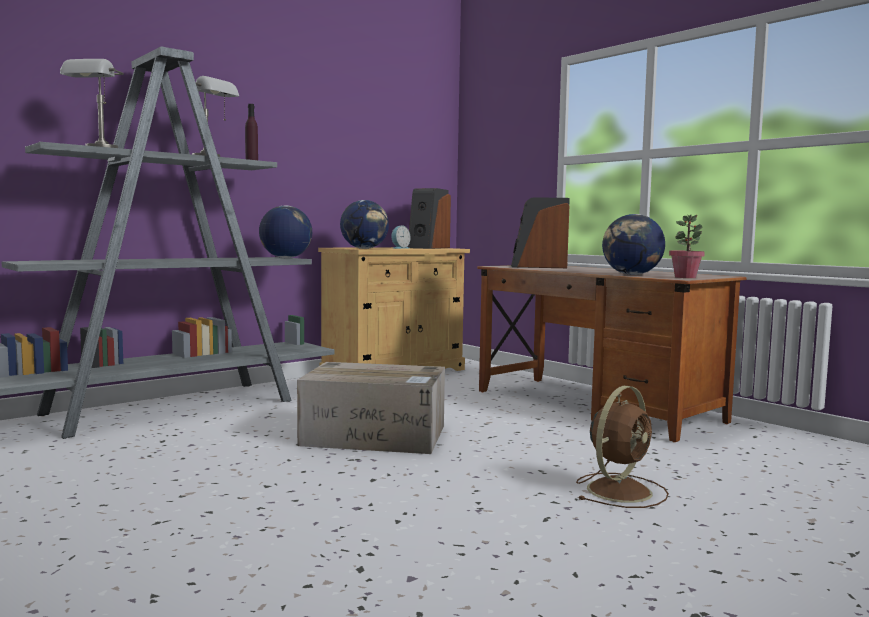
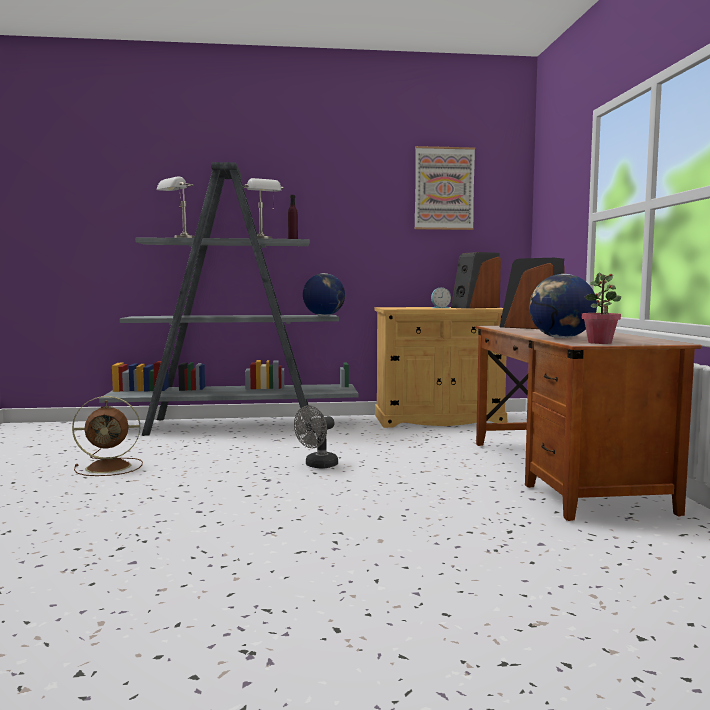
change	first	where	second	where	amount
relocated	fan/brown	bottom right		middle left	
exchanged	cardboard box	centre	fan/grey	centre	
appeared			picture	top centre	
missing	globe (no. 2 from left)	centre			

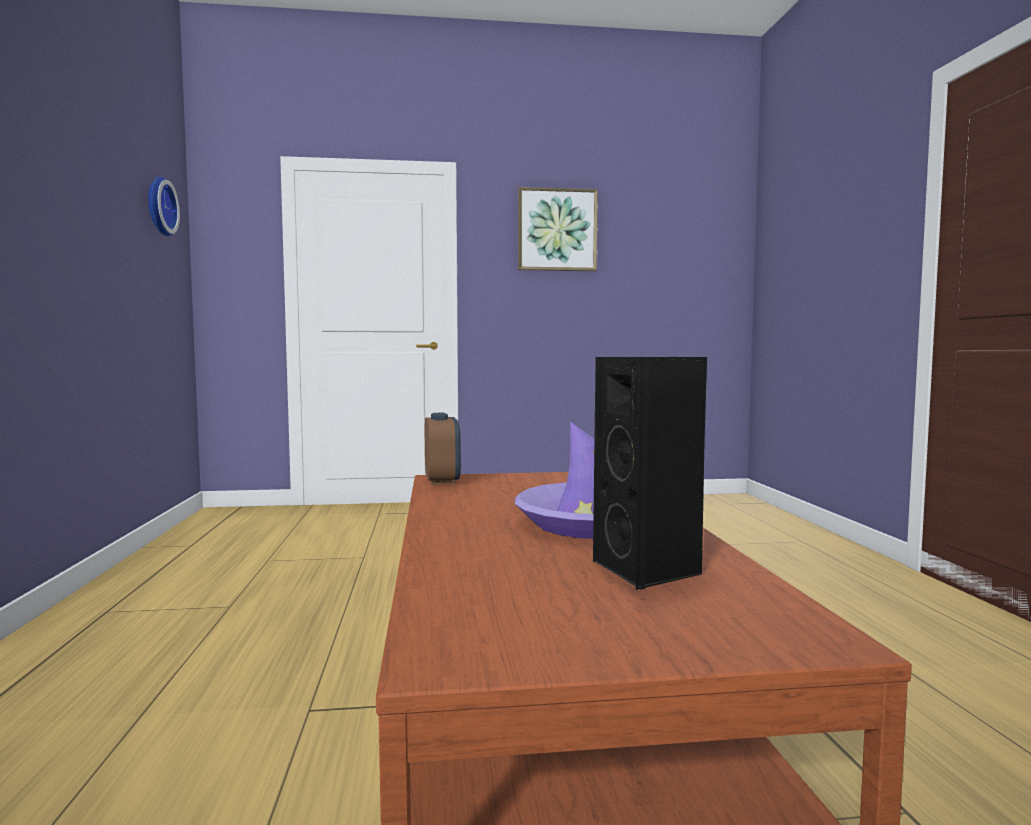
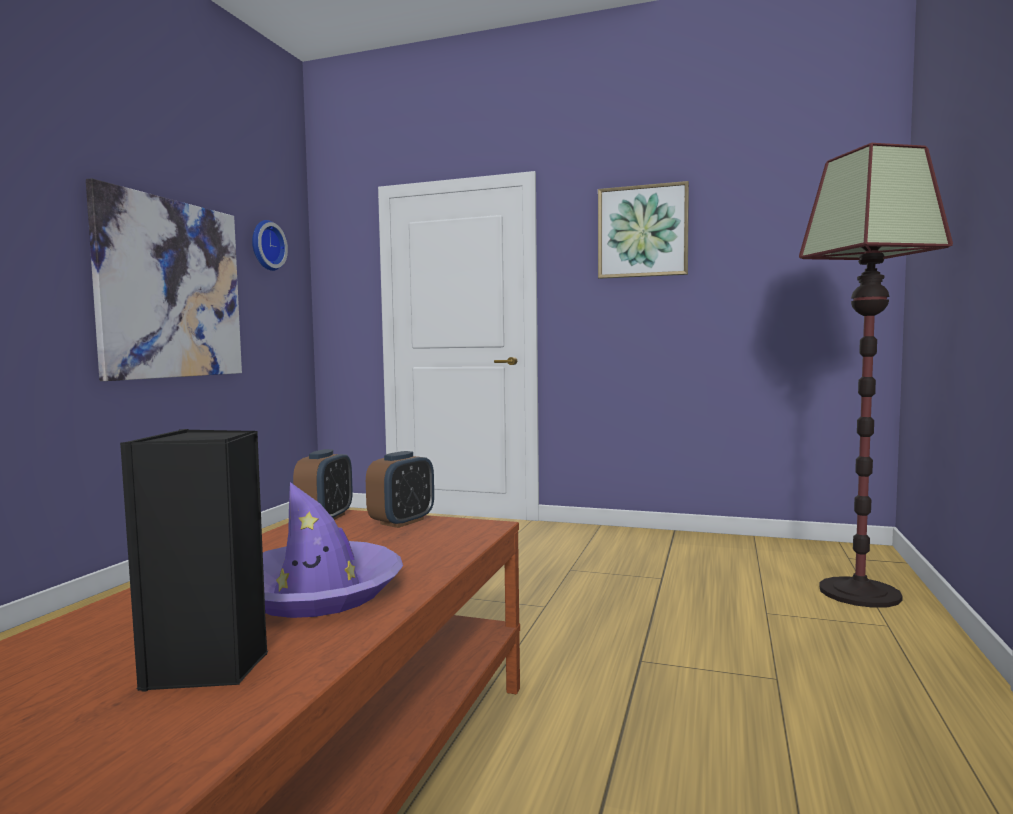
change	first	where	second	where	amount
appeared			picture (no. 1 from left)	middle left	
appeared			alarm clock (no. 2 from left)	centre	
appeared			floor lamp	middle right	

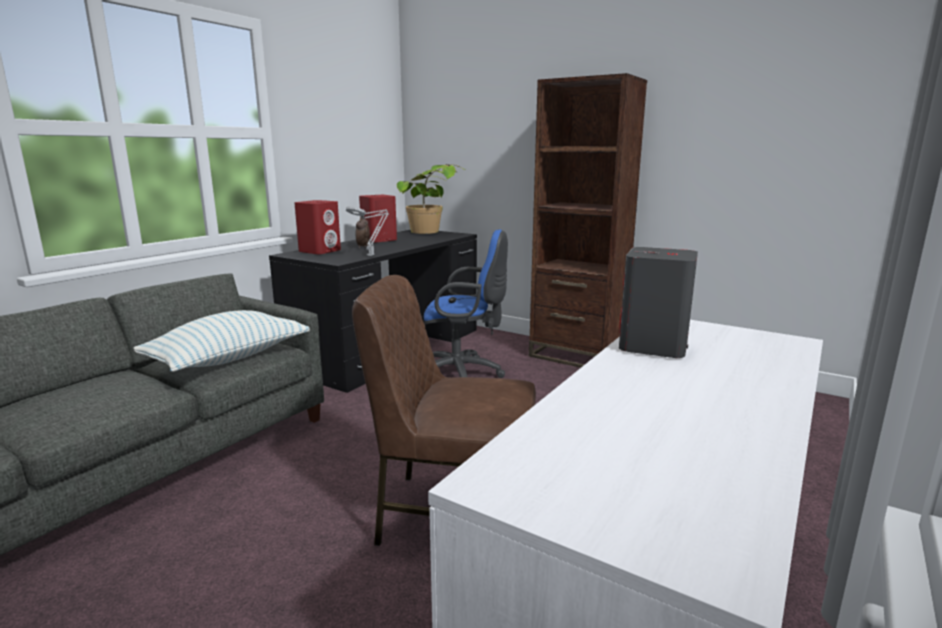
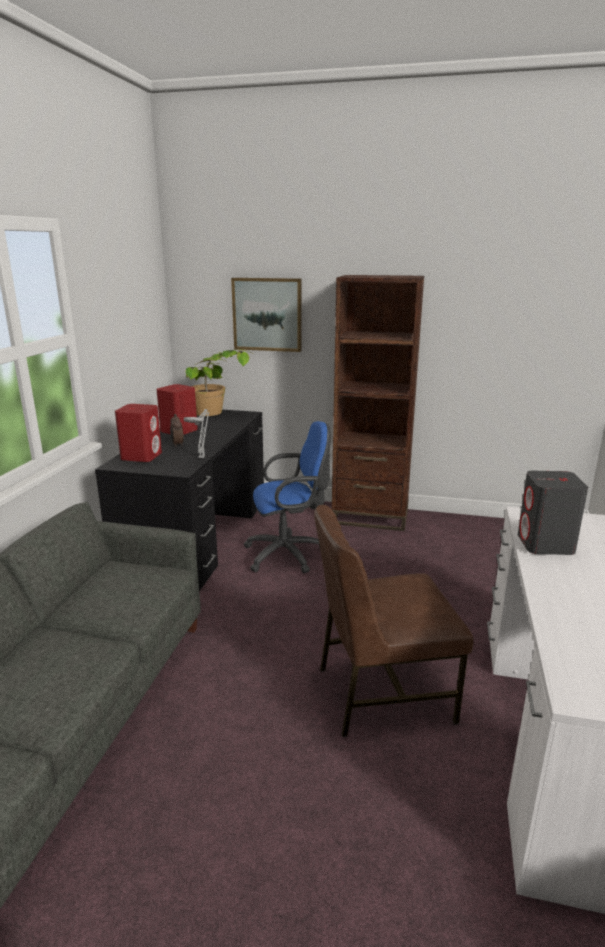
change	first	where	second	where	amount
appeared			picture	top centre	
missing	pillow	middle left			

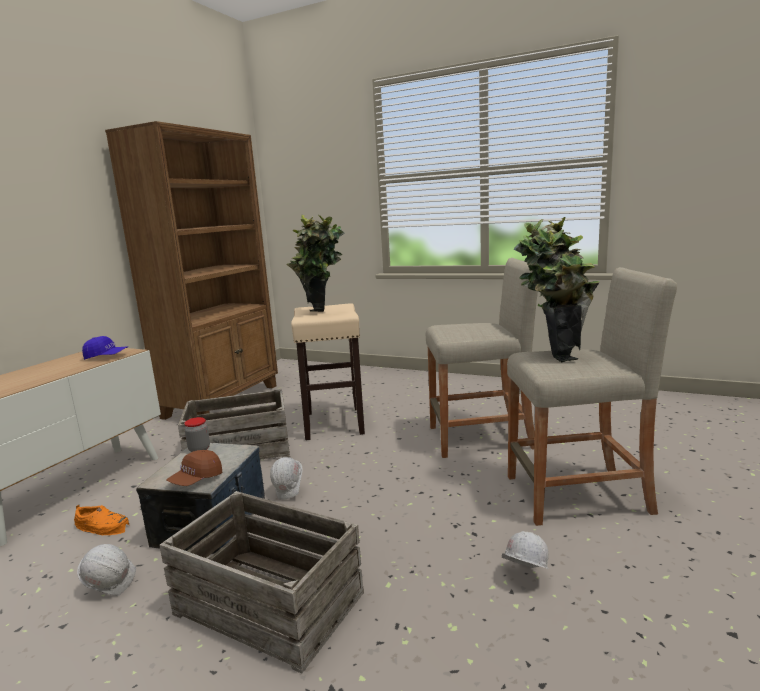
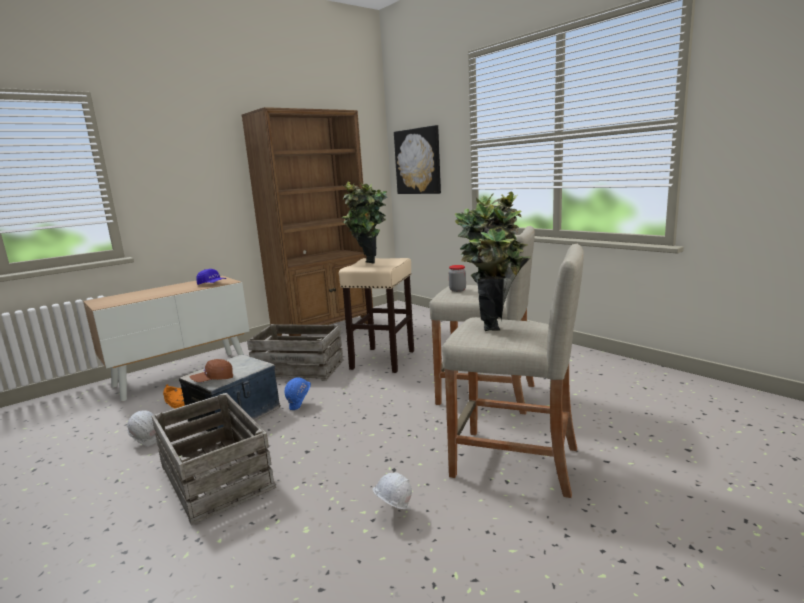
change	first	where	second	where	amount
colour	hard hat/white (no. 2 from left)	bottom centre	hard hat/blue	centre	
appeared			picture	top centre	
relocated	jar	middle left		centre	

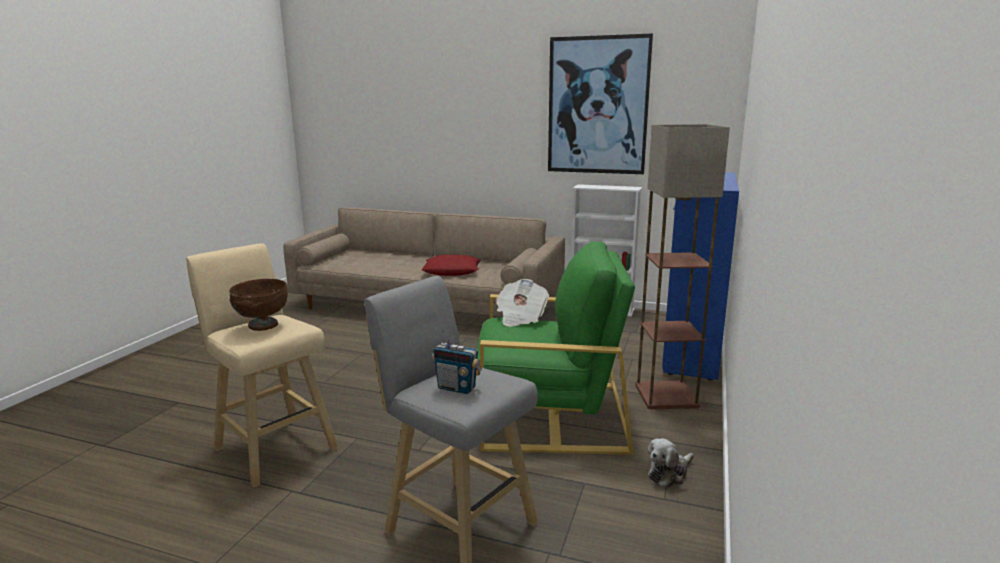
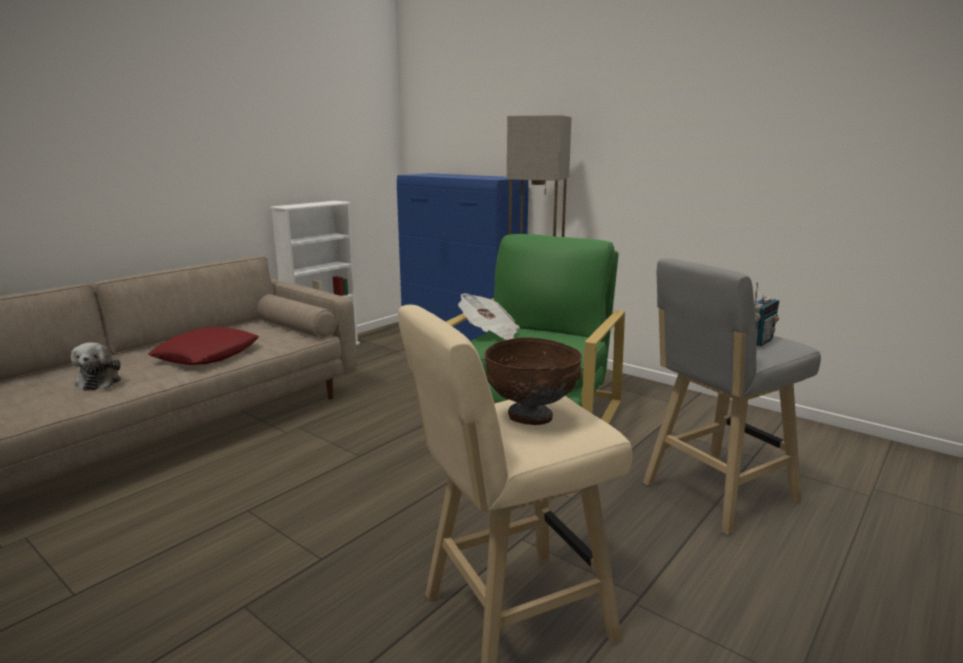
change	first	where	second	where	amount
relocated	plush toy	bottom right		middle left	
missing	picture	top centre			

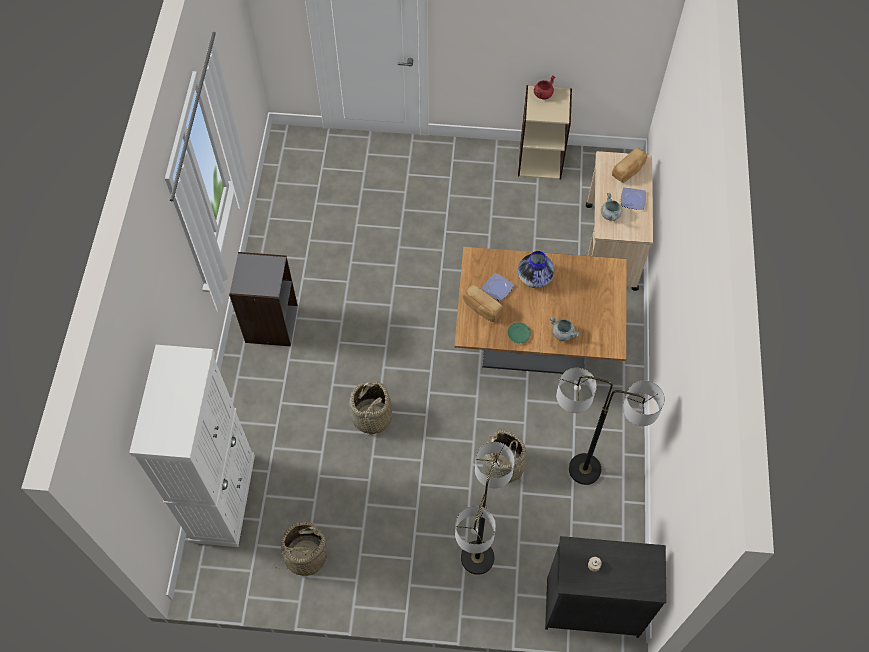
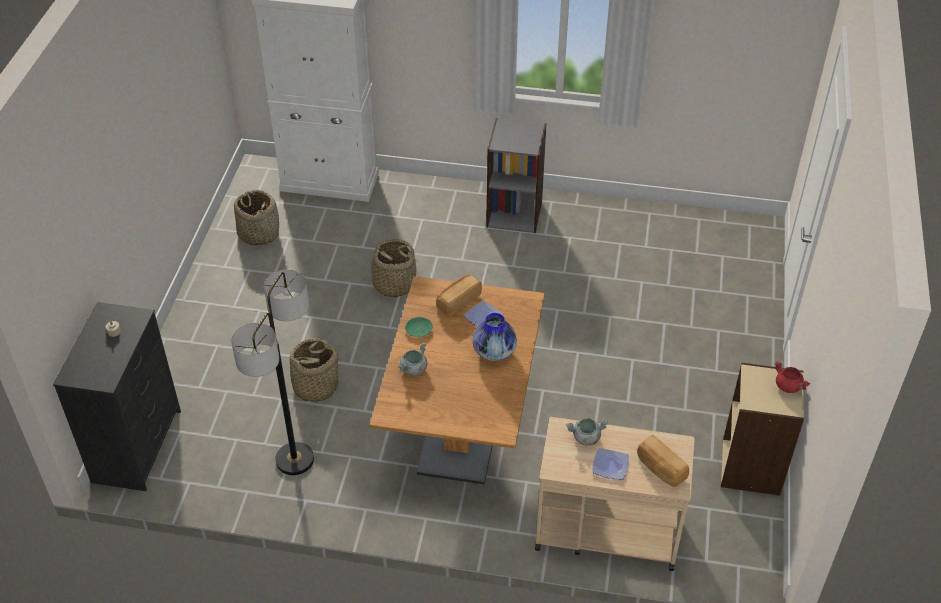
change	first	where	second	where	amount
missing	floor lamp (no. 1 from left)	bottom centre			

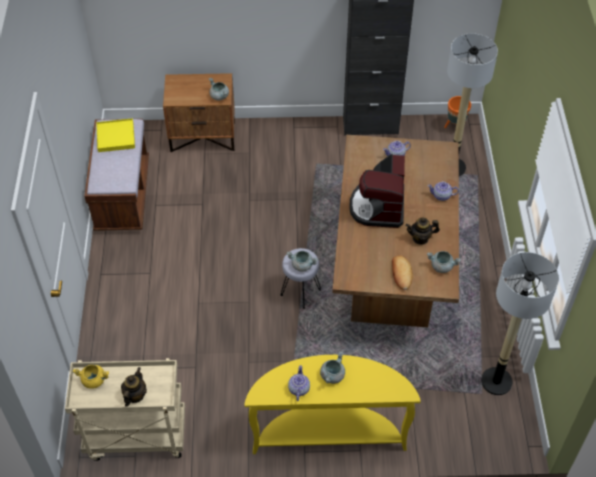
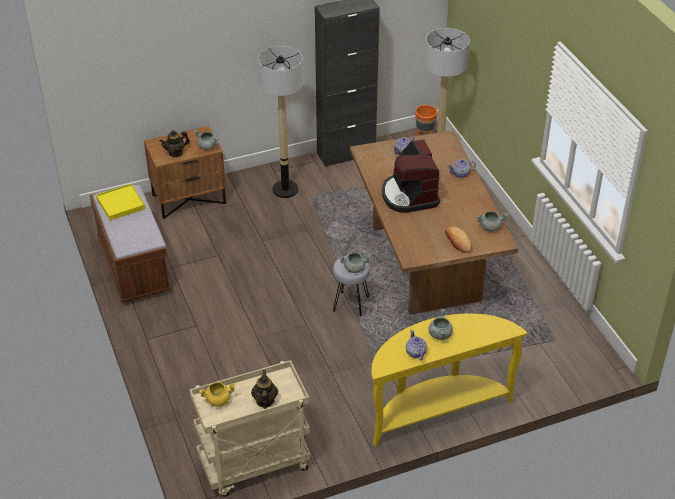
change	first	where	second	where	amount
relocated	teapot (no. 4 from left in the first image)	middle right	teapot (no. 1 from left)	top left	
relocated	floor lamp (no. 2 from left in the first image)	bottom right	floor lamp (no. 1 from left)	top centre	

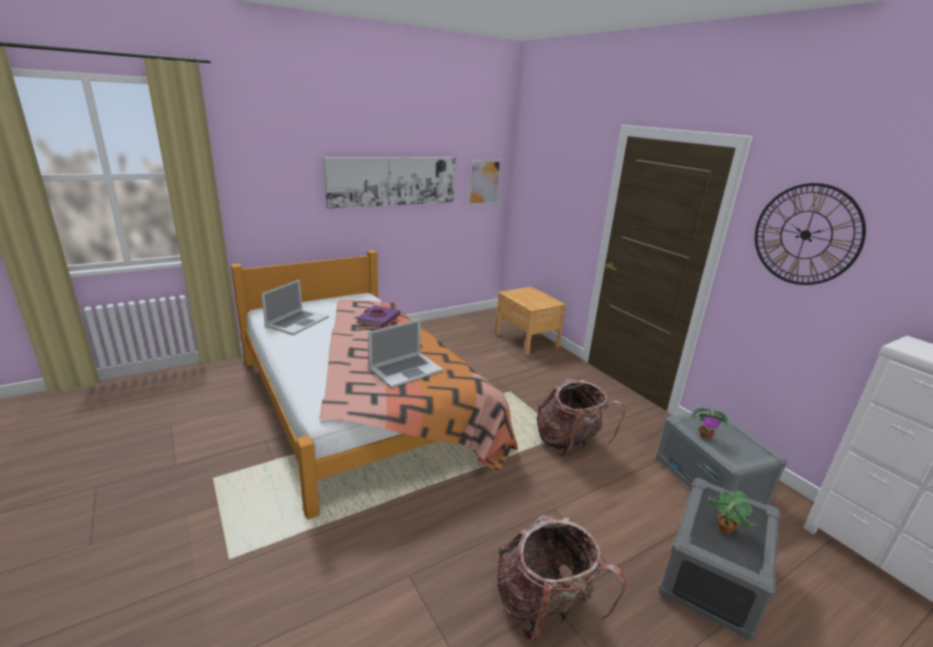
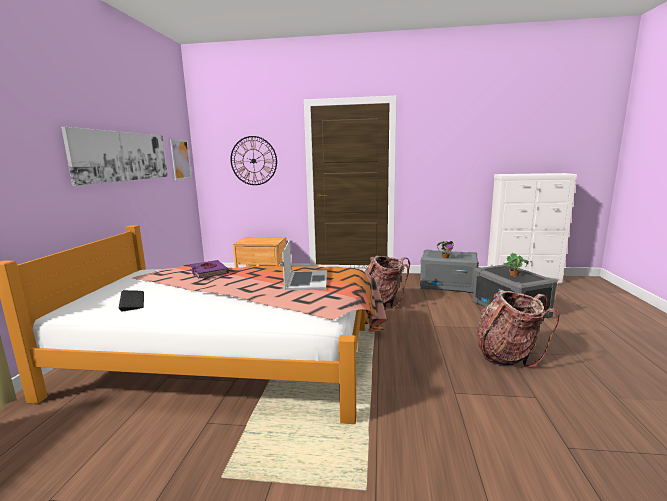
change	first	where	second	where	amount
exchanged	laptop (no. 1 from left)	middle left	keyboard	middle left	
relocated	wall clock	middle right		top centre	

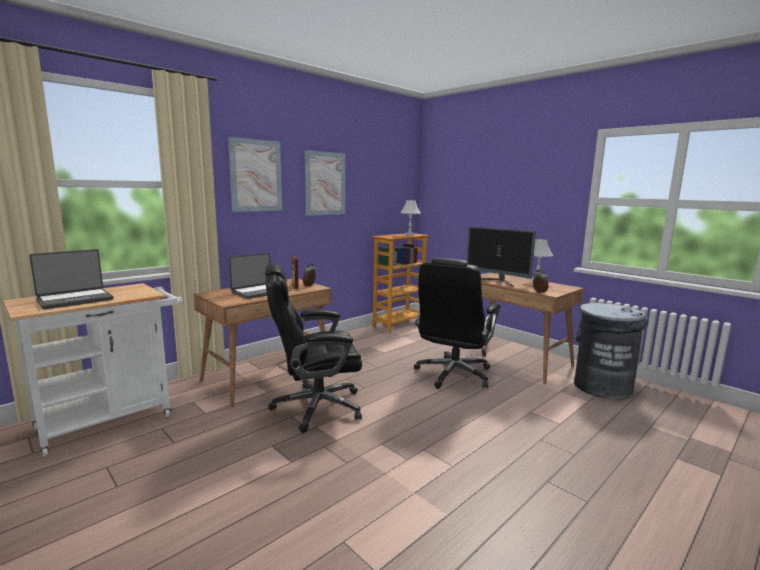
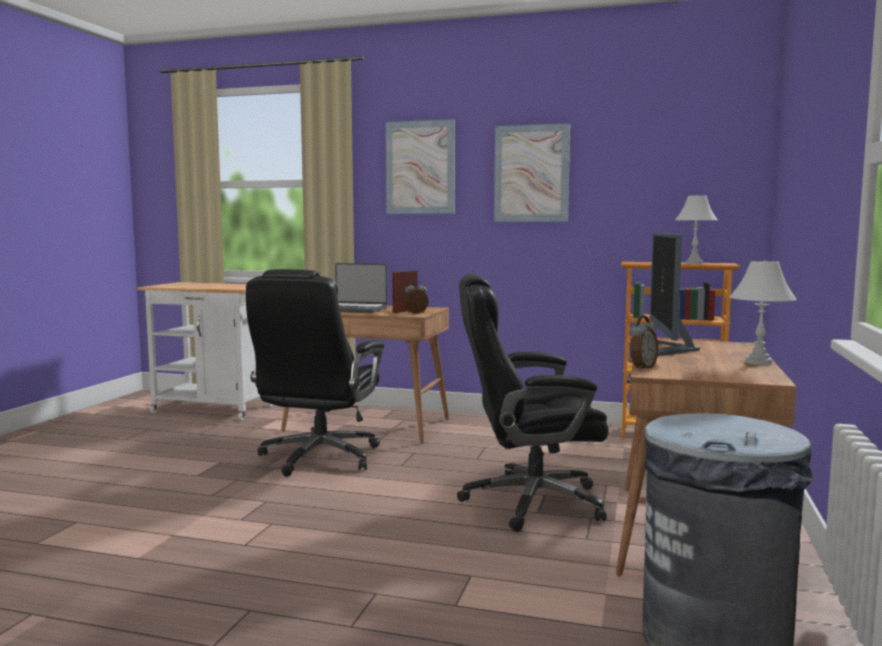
change	first	where	second	where	amount
spun	office chair/black (no. 1 from left)	centre		centre	120 degrees counterclockwise
missing	laptop (no. 1 from left)	middle left			

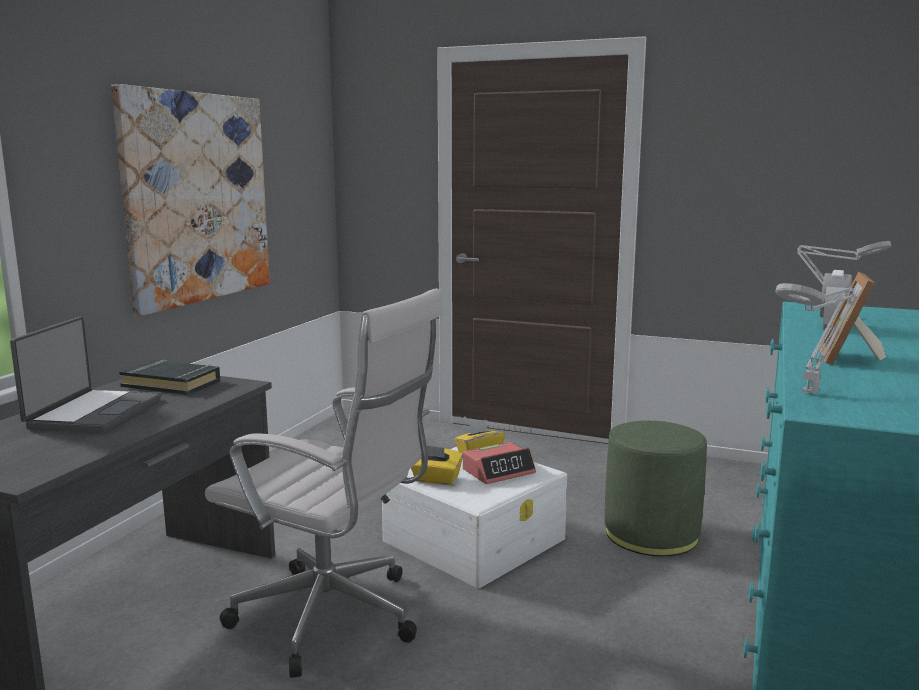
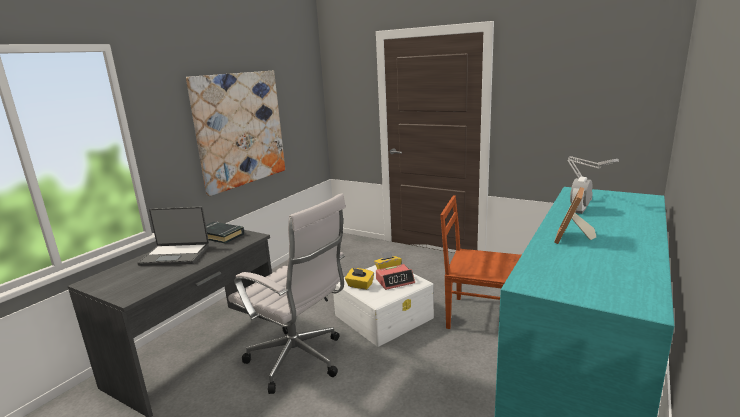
change	first	where	second	where	amount
spun	laptop	middle left		middle left	75 degrees clockwise
exchanged	ottoman/green	bottom right	chair/brown	centre	
missing	table lamp/grey (no. 1 from left)	middle right			

